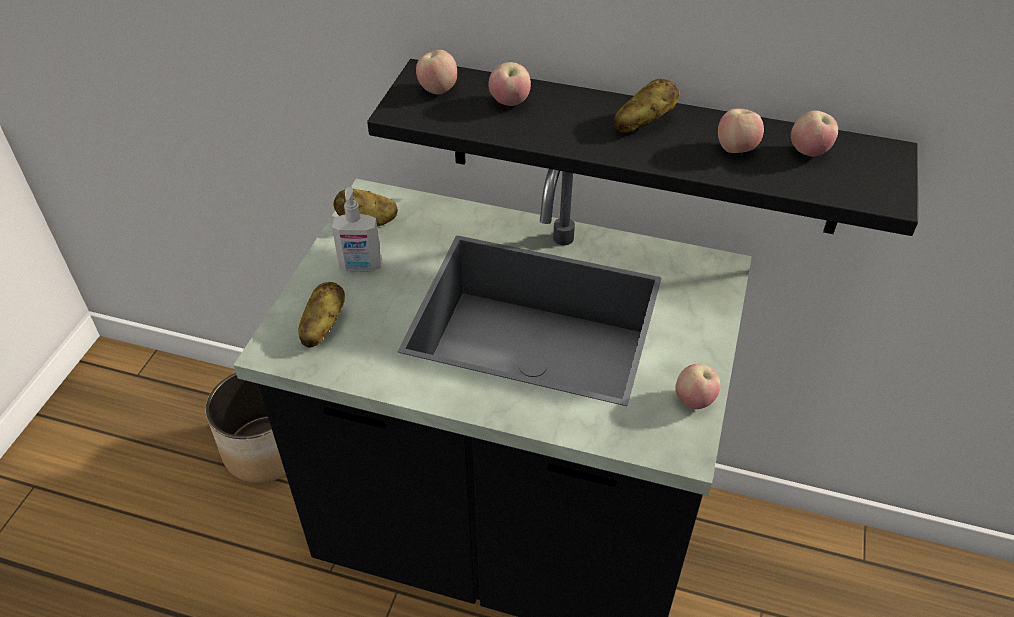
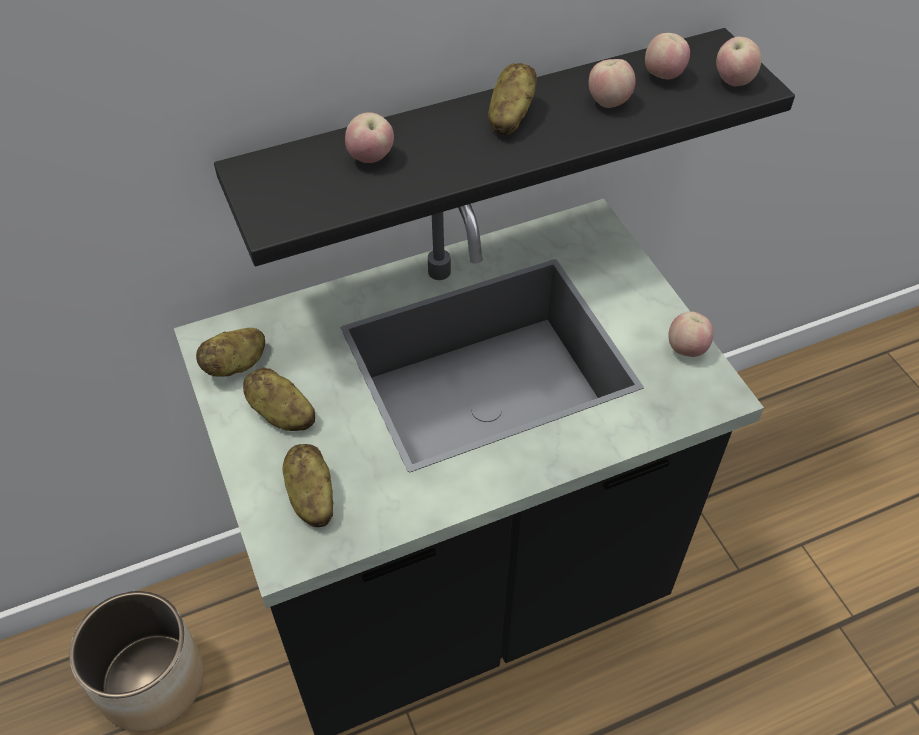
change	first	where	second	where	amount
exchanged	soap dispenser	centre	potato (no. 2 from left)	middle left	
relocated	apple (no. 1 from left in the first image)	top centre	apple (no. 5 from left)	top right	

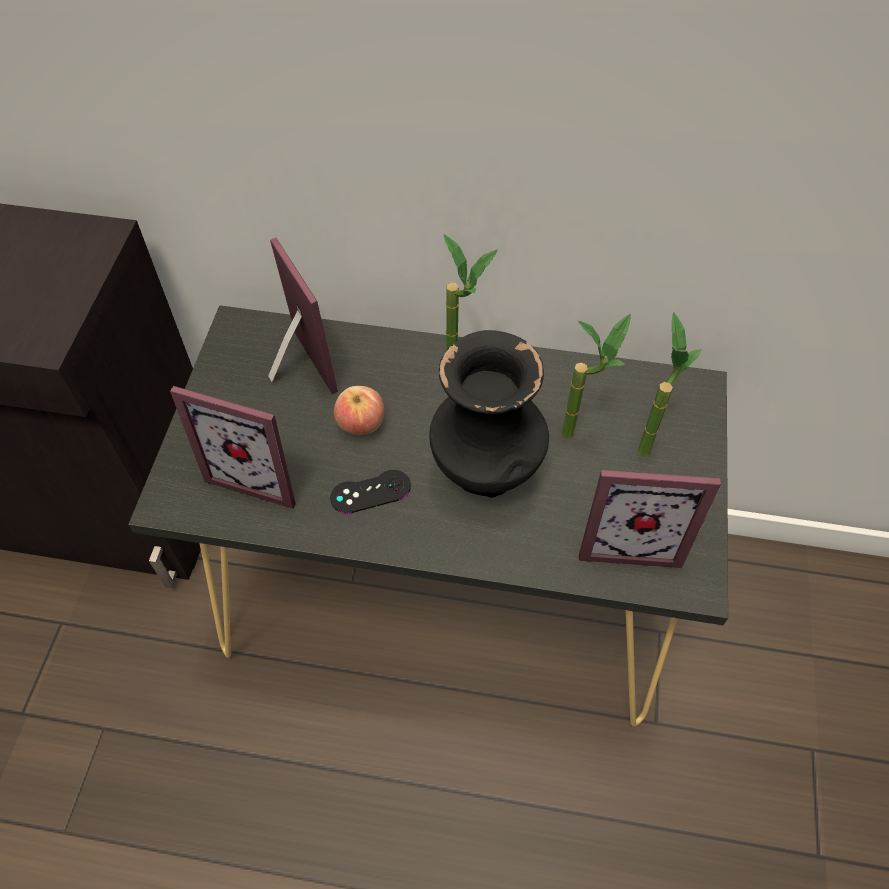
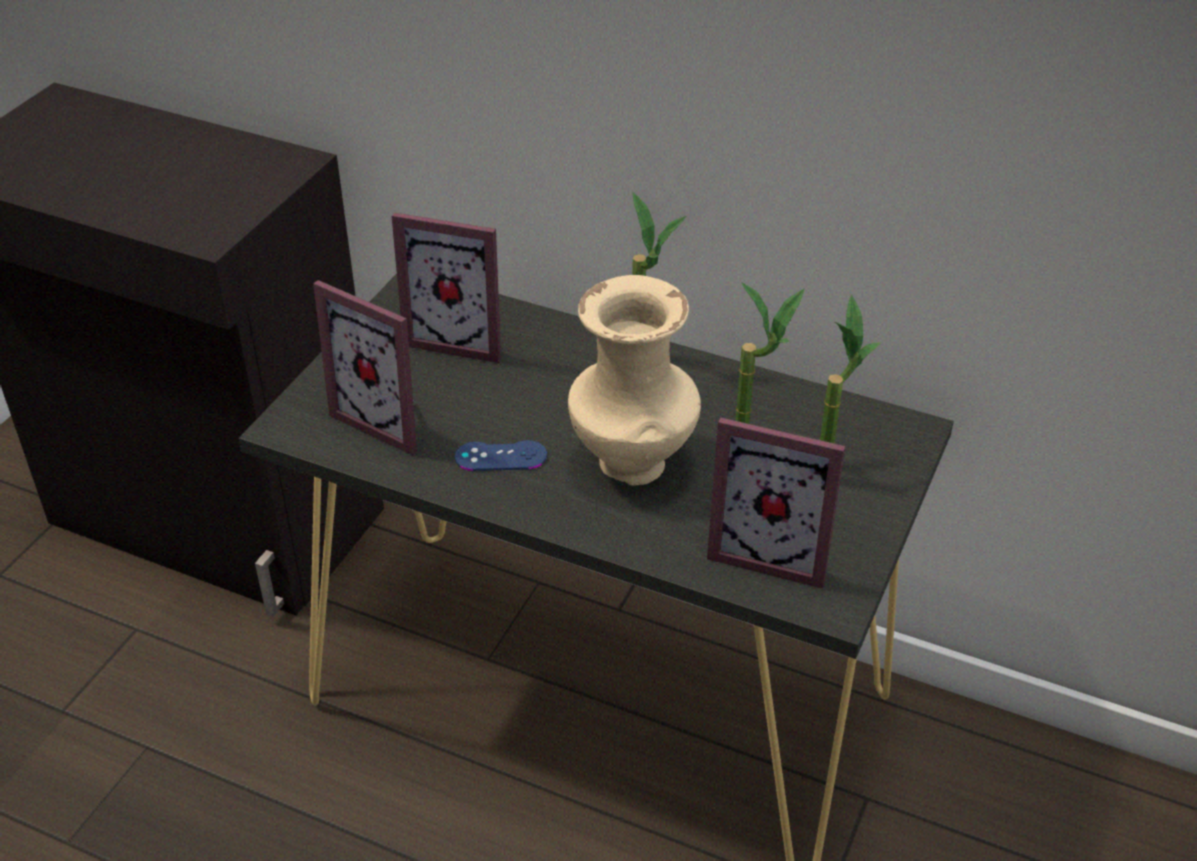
change	first	where	second	where	amount
spun	picture frame (no. 2 from left)	centre		centre	120 degrees clockwise
colour	game controller/black	centre	game controller/blue	centre	
colour	vase/black	centre	vase/beige	centre	
missing	apple	centre			

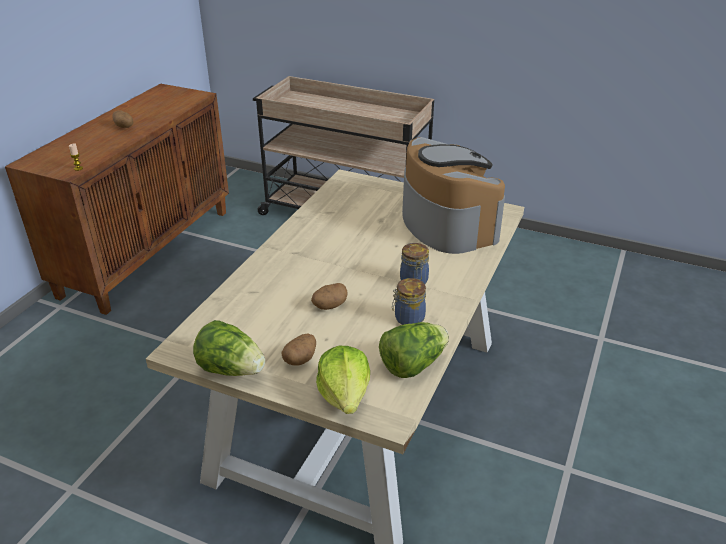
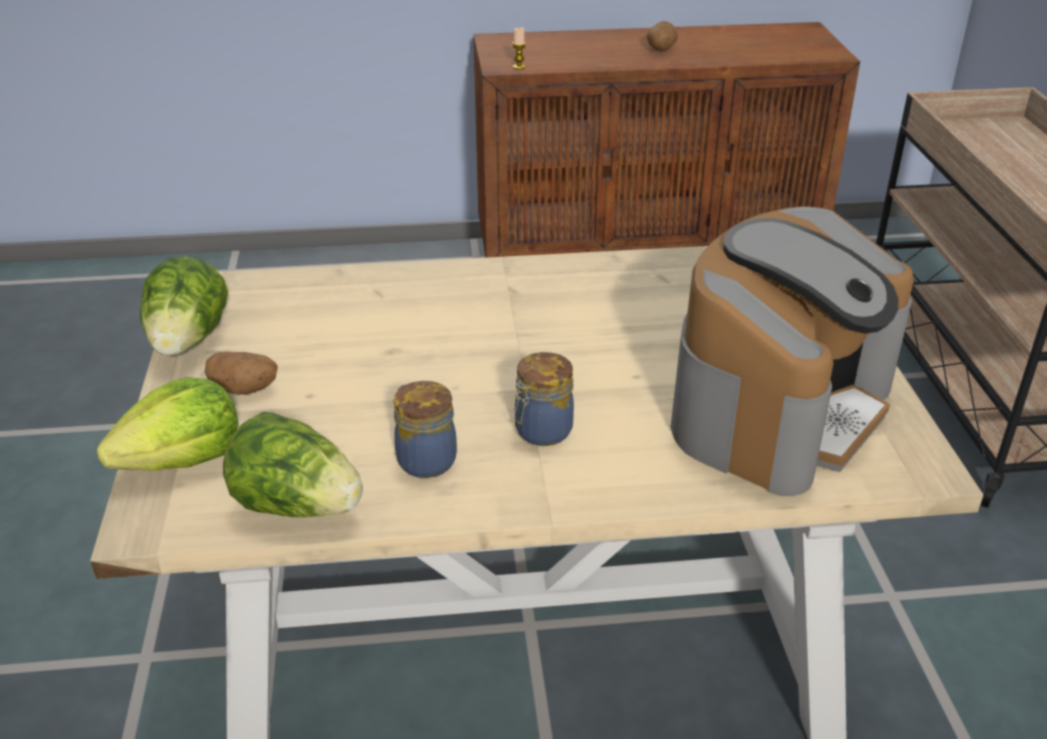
change	first	where	second	where	amount
missing	potato (no. 3 from left)	centre			

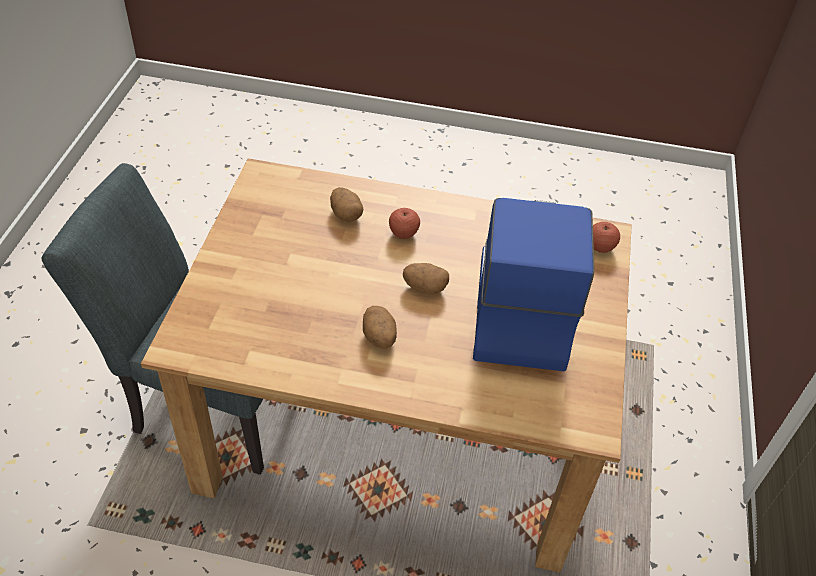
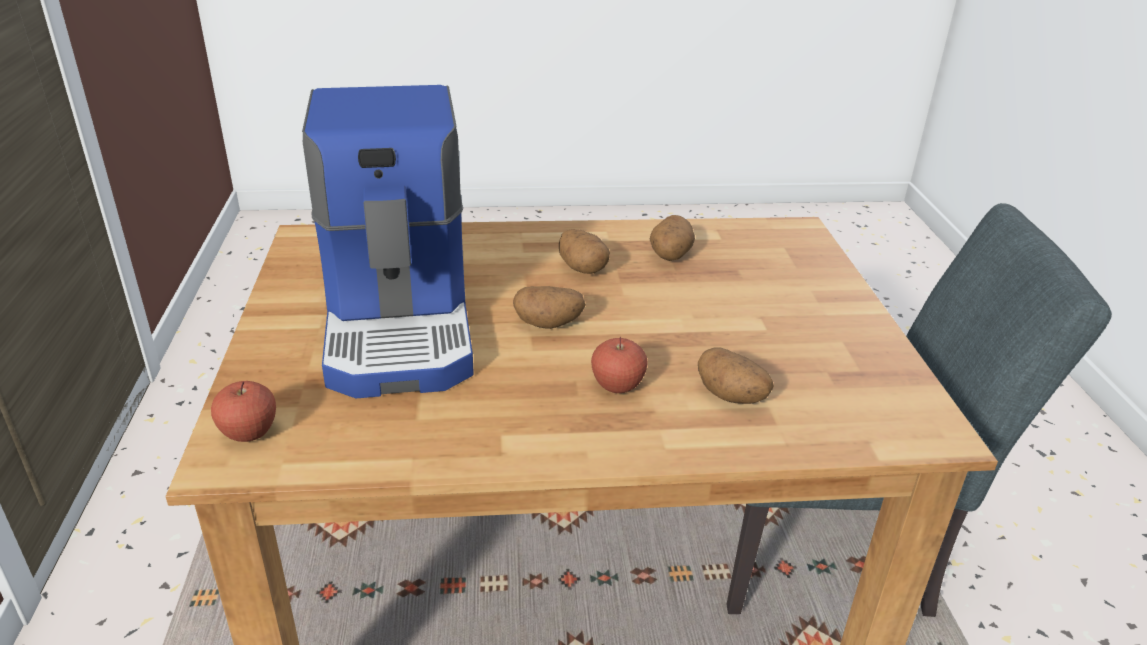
change	first	where	second	where	amount
appeared			potato (no. 3 from left)	centre	

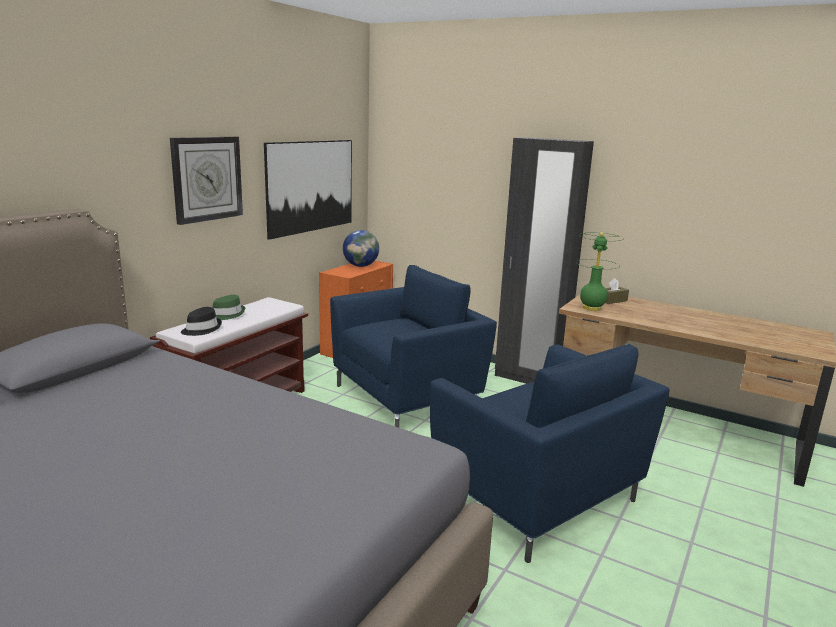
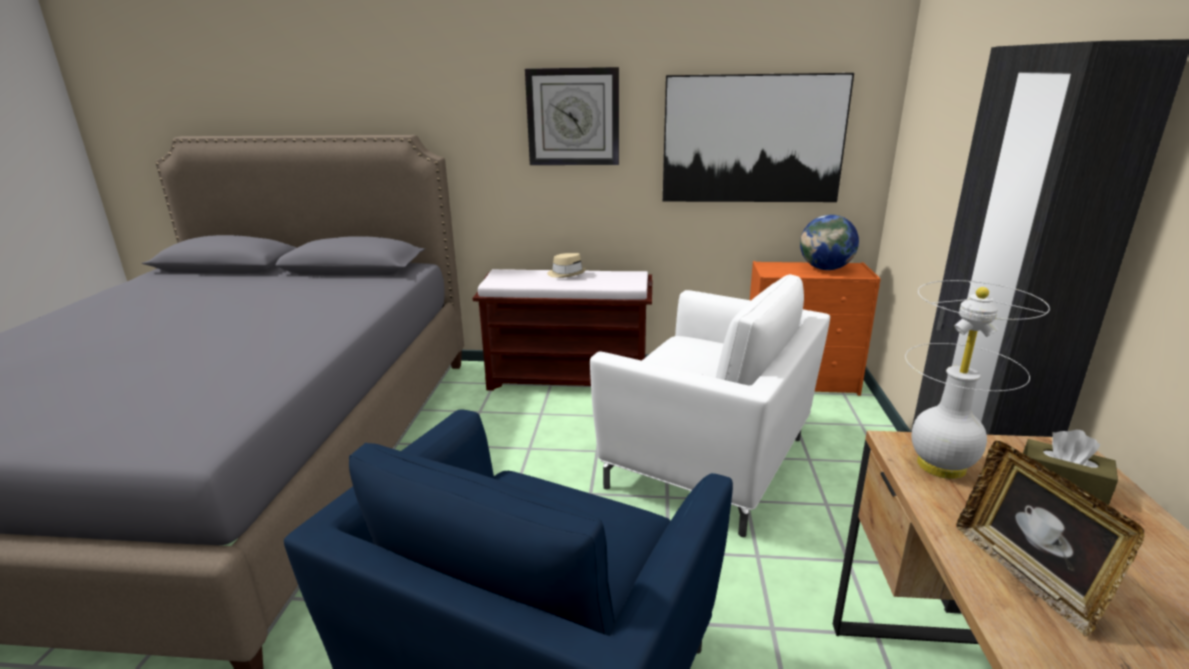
change	first	where	second	where	amount
colour	hat/green	middle left	hat/beige	centre	
colour	armchair/blue (no. 1 from left)	centre	armchair/white	centre	
colour	table lamp/green	middle right	table lamp/white	middle right	
appeared			picture frame	bottom right	
missing	hat/black	middle left			

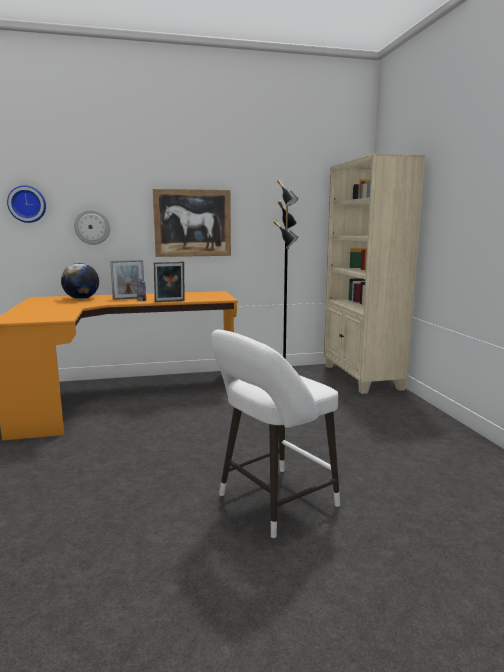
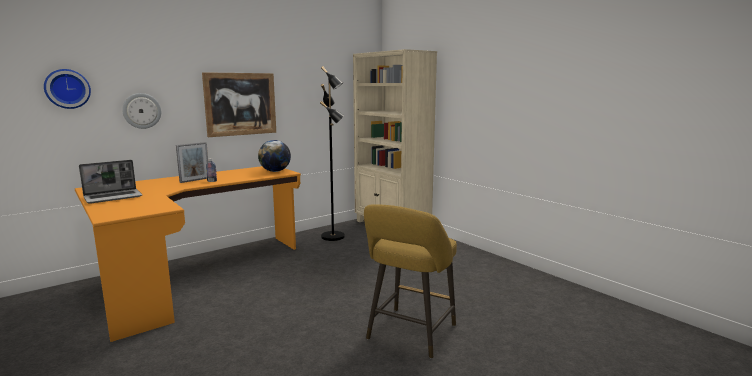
change	first	where	second	where	amount
appeared			laptop	middle left	
relocated	globe	middle left		centre	
colour	stool/white	centre	stool/yellow	bottom centre	
missing	picture frame (no. 2 from left)	centre			

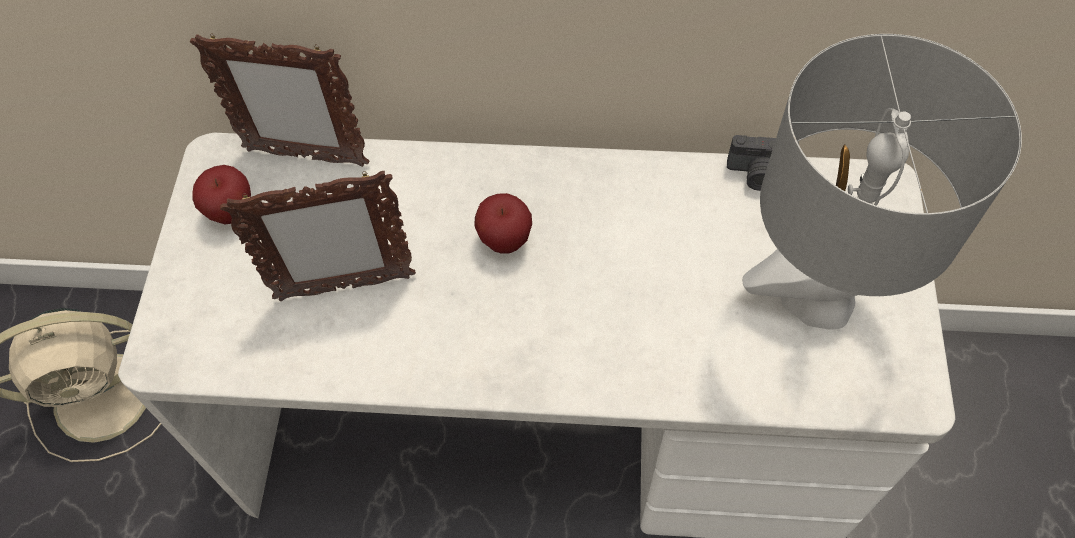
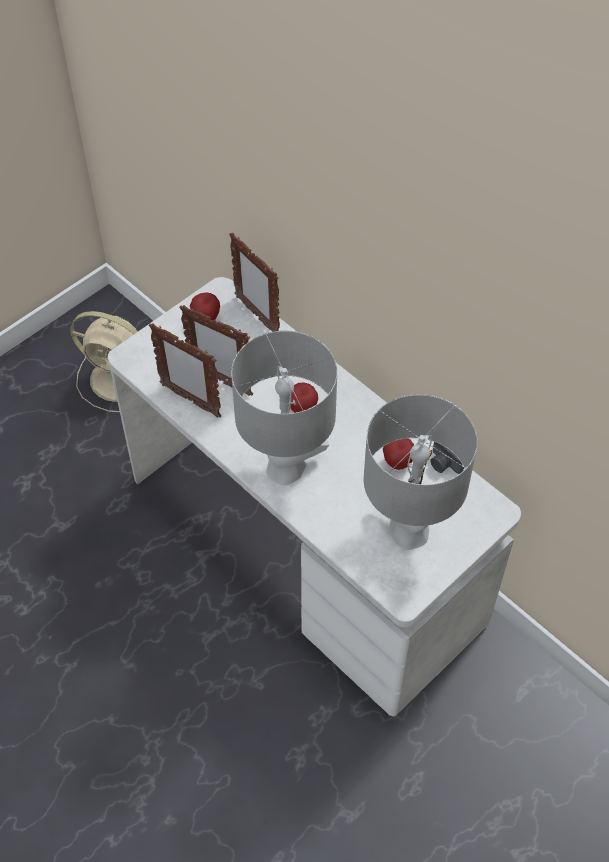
change	first	where	second	where	amount
appeared			picture frame (no. 1 from left)	middle left	
appeared			table lamp/grey (no. 1 from left)	centre	
appeared			apple (no. 3 from left)	centre	

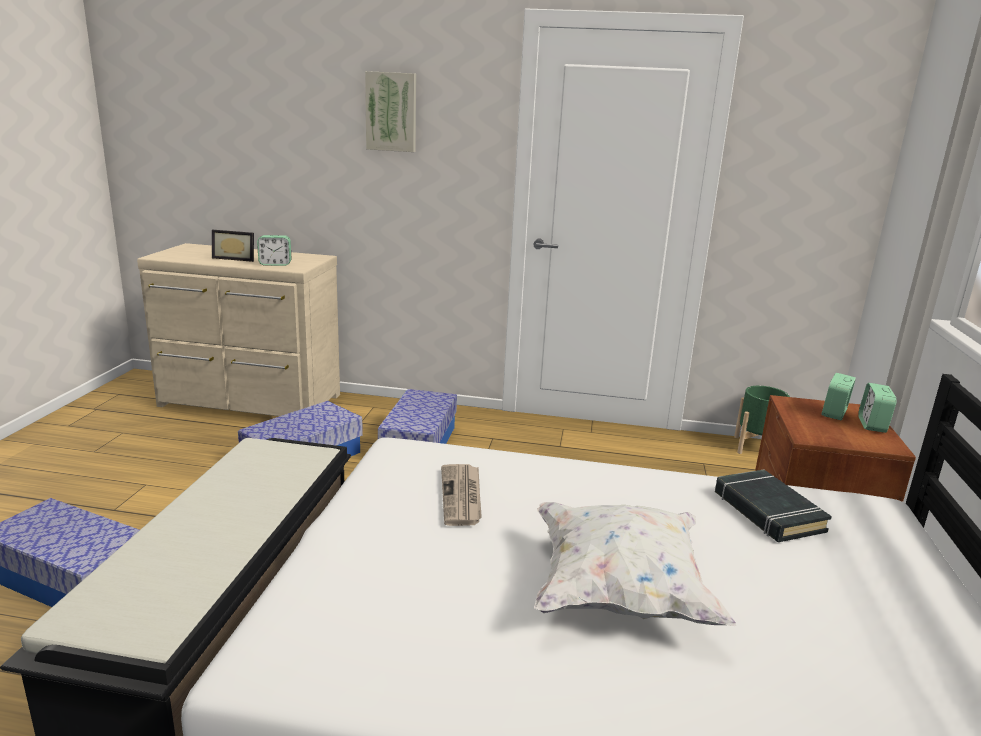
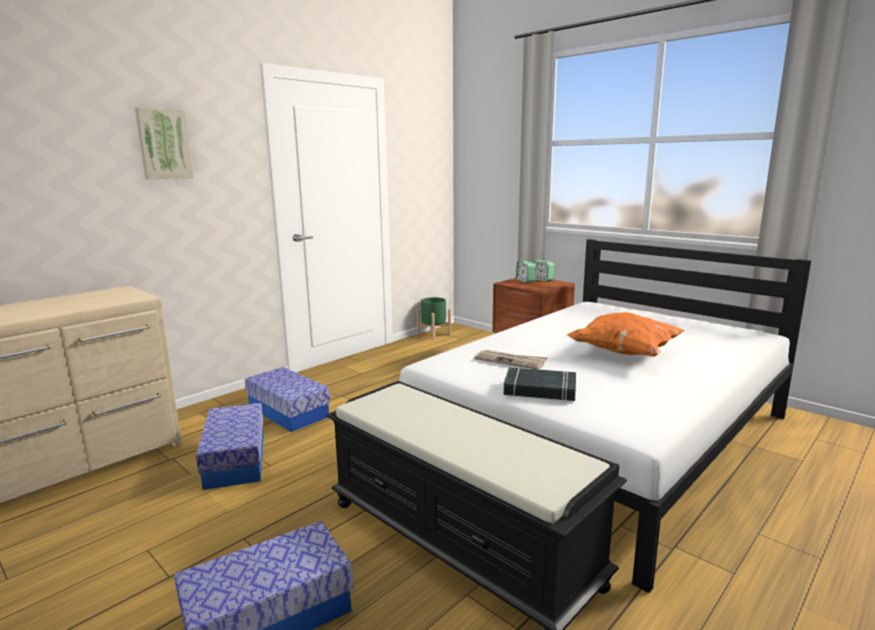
change	first	where	second	where	amount
relocated	book/black	bottom right		centre	
colour	pillow/white	bottom centre	pillow/orange	middle right	
missing	picture frame	middle left			
missing	alarm clock (no. 1 from left)	middle left			

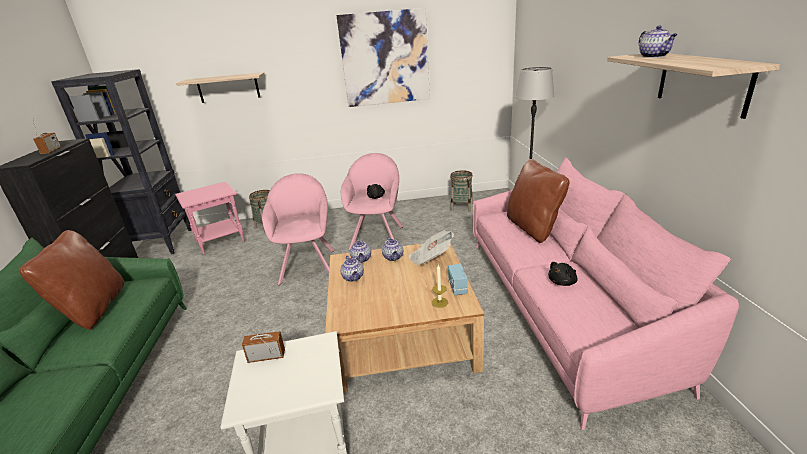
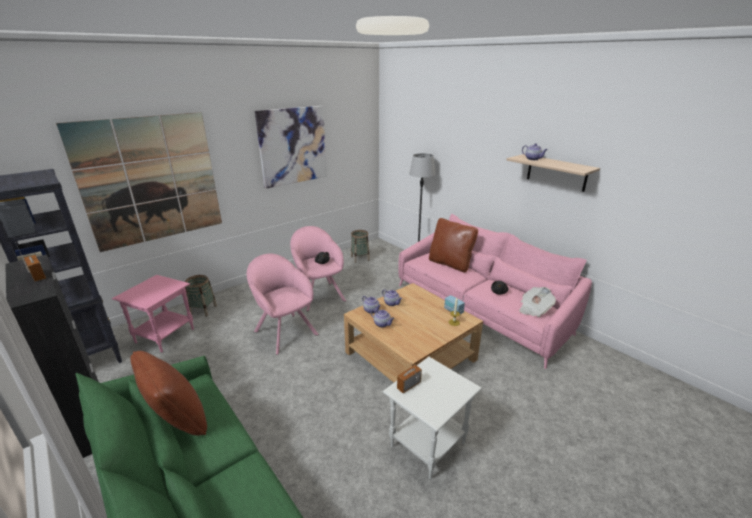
change	first	where	second	where	amount
exchanged	shelf (no. 1 from left)	top left	picture (no. 1 from left)	middle left	
relocated	newspaper	centre		middle right	

